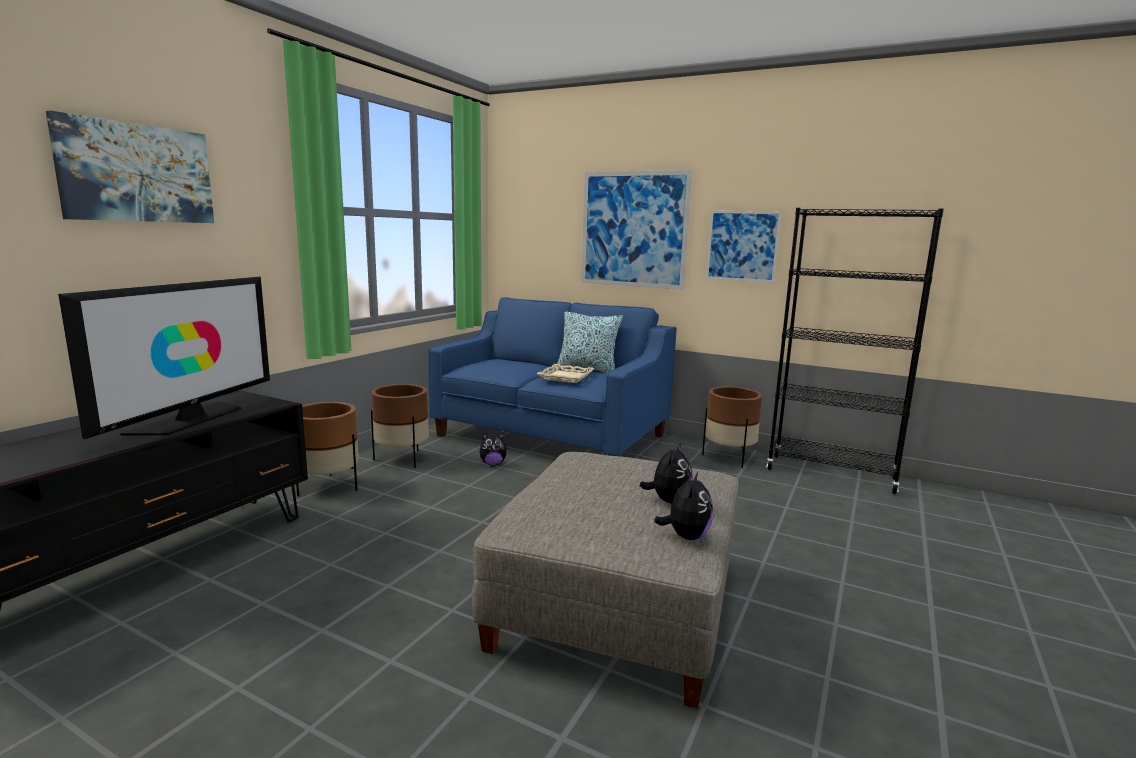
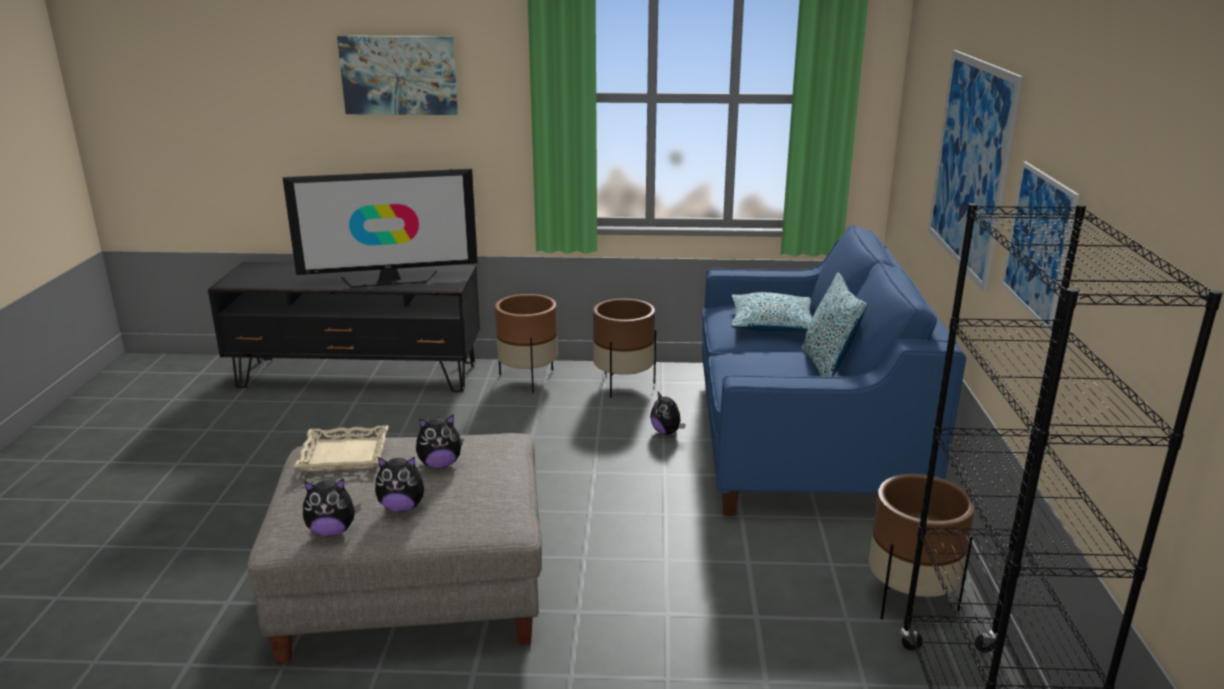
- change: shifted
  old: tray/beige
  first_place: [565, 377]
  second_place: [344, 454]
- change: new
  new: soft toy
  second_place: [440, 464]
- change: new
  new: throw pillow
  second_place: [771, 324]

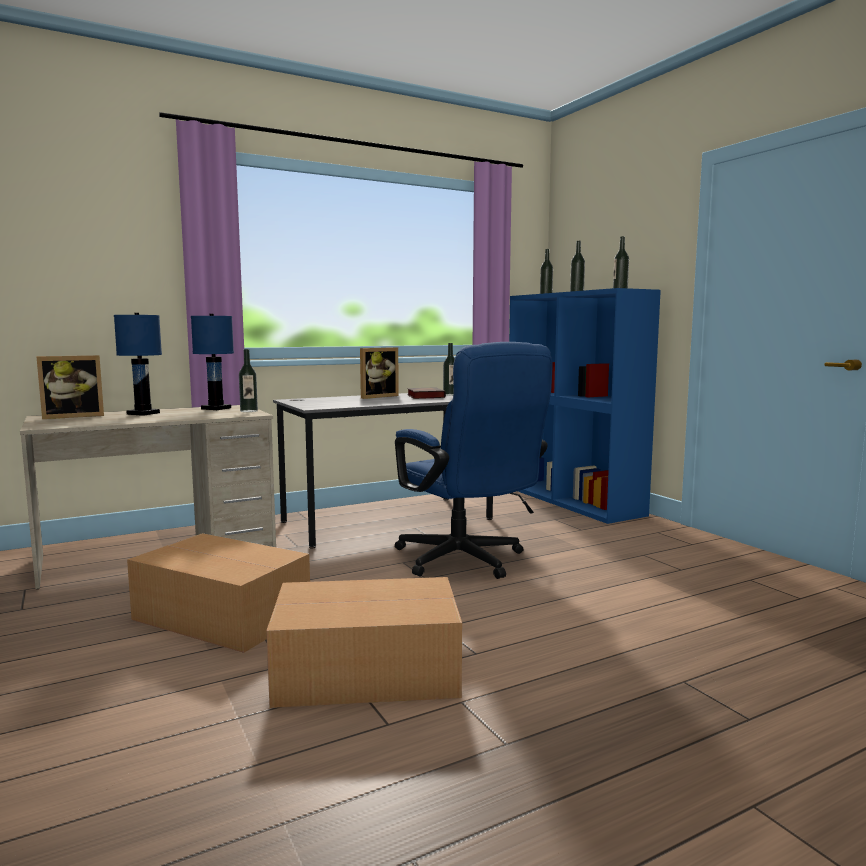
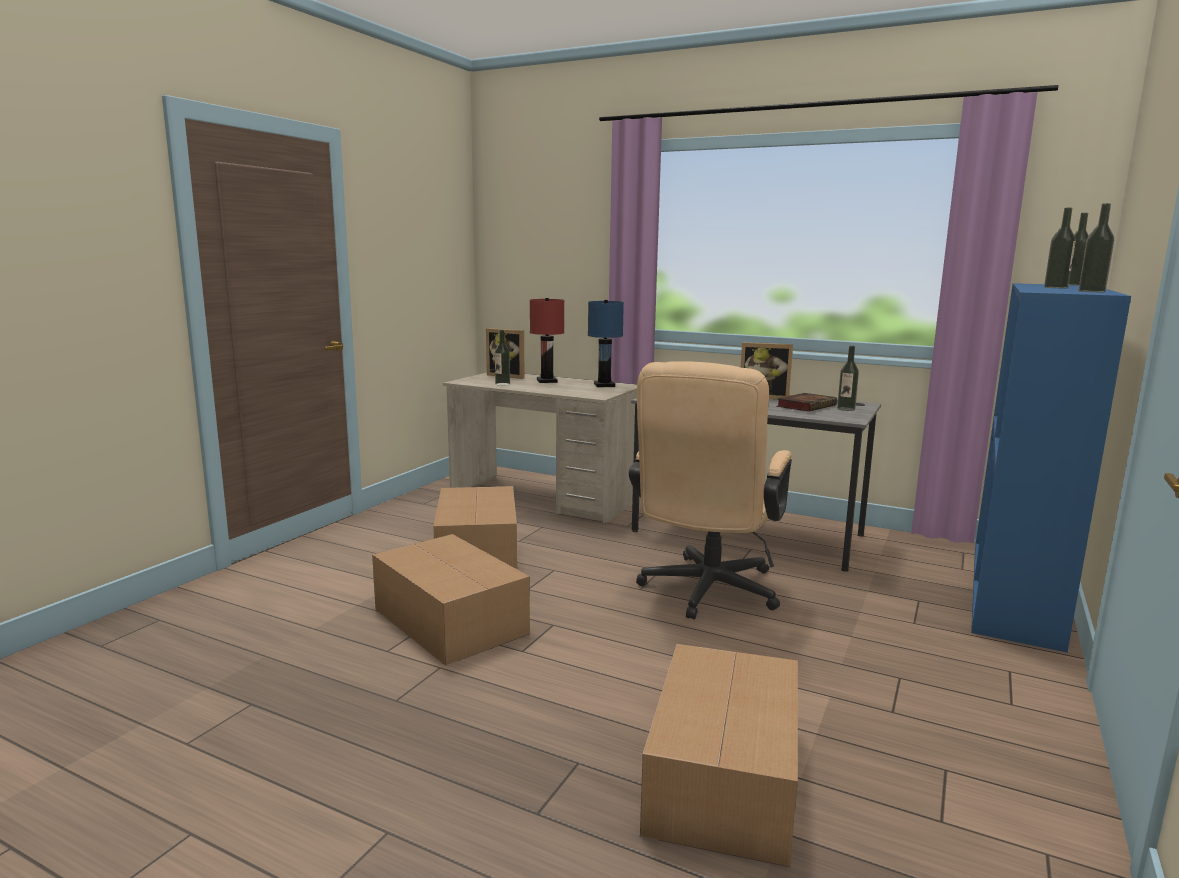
- change: repainted
  old: tabletop lamp/blue
  new: tabletop lamp/reddish
  first_place: [144, 413]
  second_place: [547, 381]
- change: shifted
  old: bottle
  first_place: [249, 411]
  second_place: [502, 384]
- change: repainted
  old: desk chair/blue
  new: desk chair/beige
  first_place: [466, 562]
  second_place: [705, 594]
- change: new
  new: carton
  second_place: [725, 776]

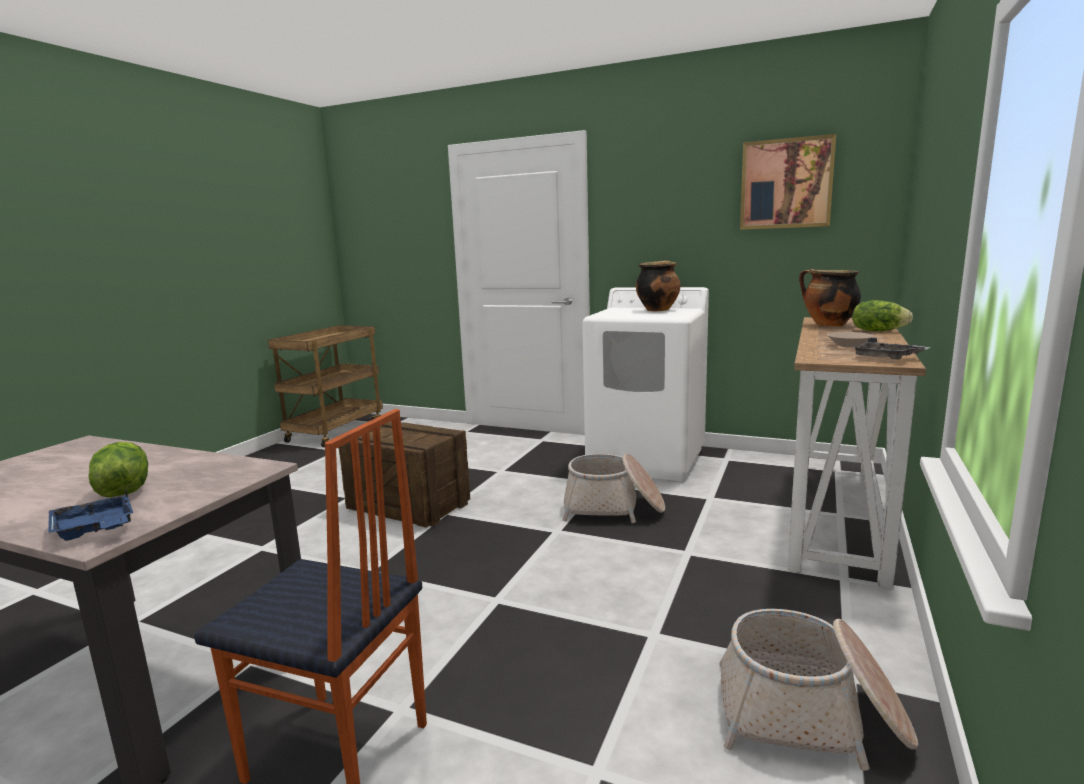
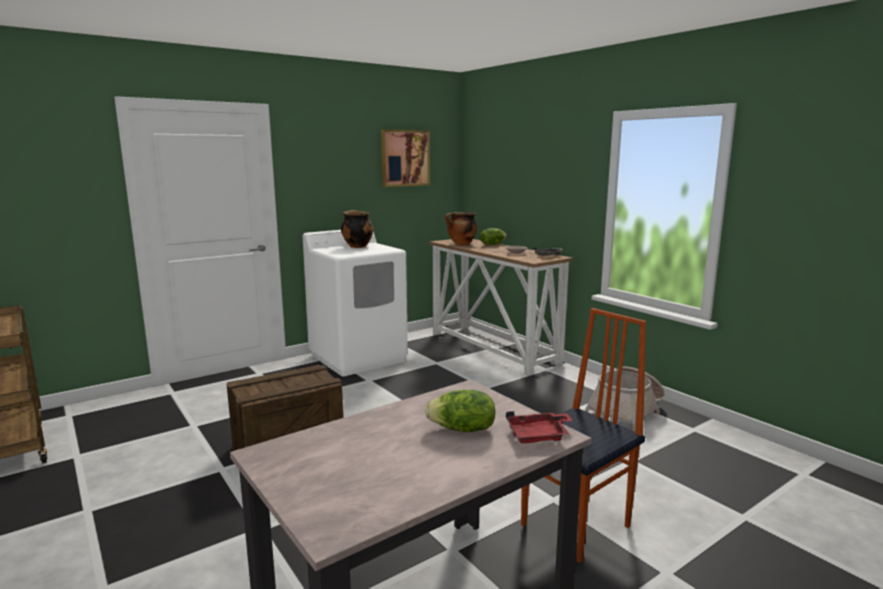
- change: repainted
  old: tray/blue
  new: tray/reddish
  first_place: [95, 529]
  second_place: [538, 436]
- change: gone
  old: basket
  first_place: [613, 508]

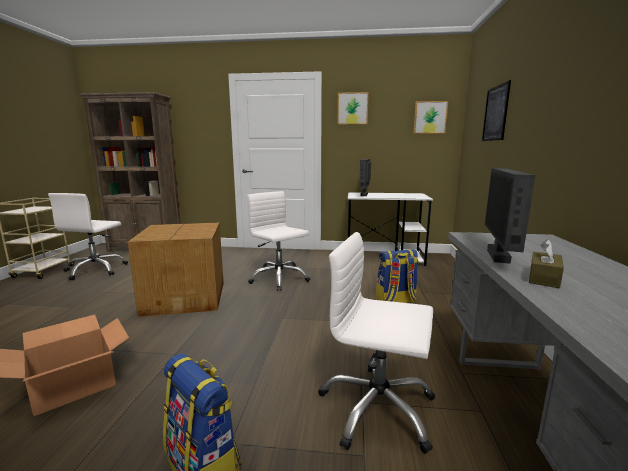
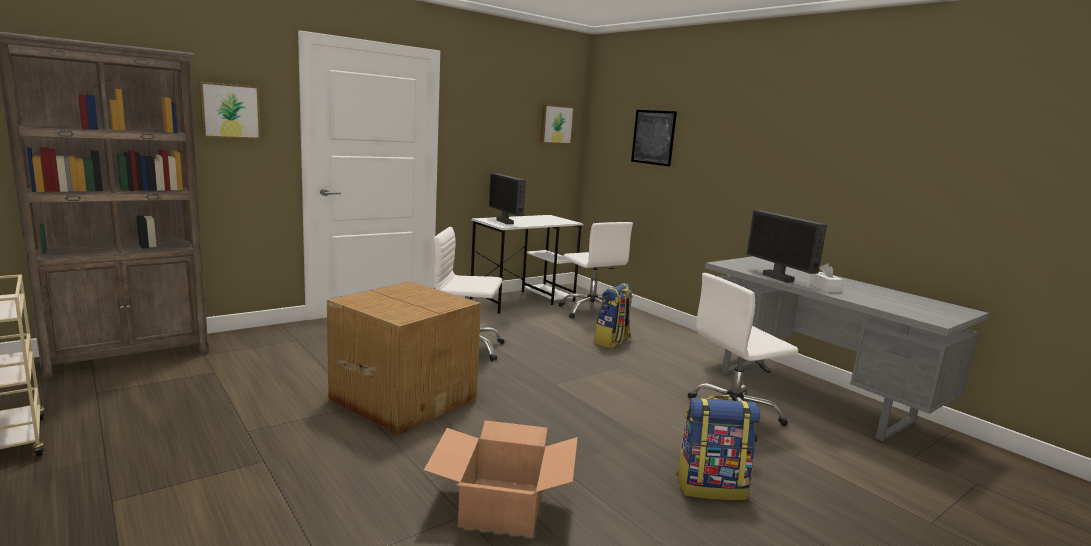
- change: shifted
  old: desk chair/whitish
  first_place: [96, 270]
  second_place: [591, 311]
- change: shifted
  old: picture
  first_place: [352, 108]
  second_place: [230, 111]
- change: repainted
  old: tissue holder/brown-coloured
  new: tissue holder/whitish
  first_place: [544, 278]
  second_place: [824, 288]

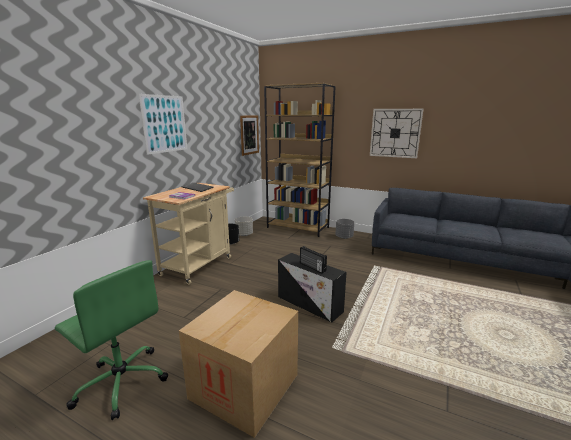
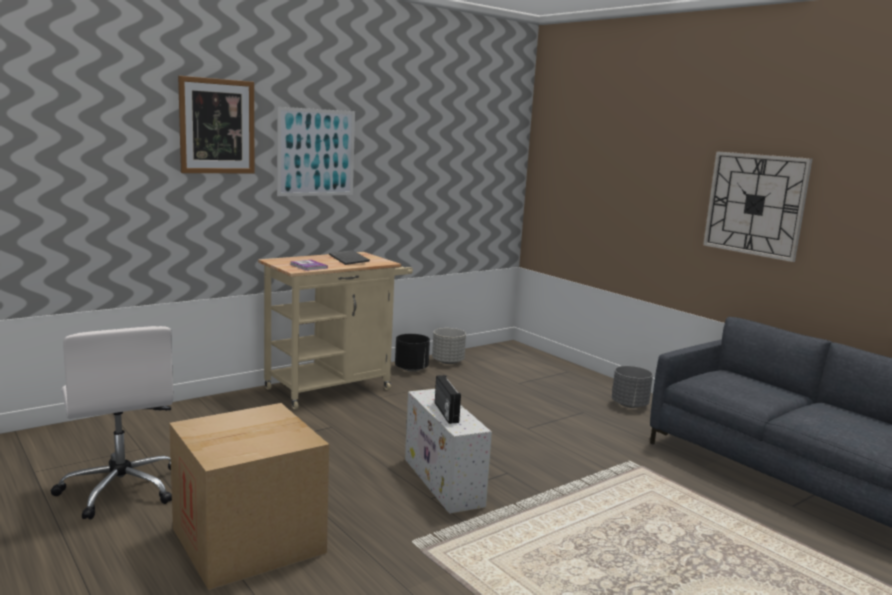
- change: repainted
  old: desk chair/green-coloured
  new: desk chair/whitish
  first_place: [121, 381]
  second_place: [121, 488]
- change: shifted
  old: picture
  first_place: [249, 135]
  second_place: [217, 126]
- change: gone
  old: shelving unit/brown-coloured
  first_place: [298, 227]
- change: repainted
  old: storage bin/black-coloured
  new: storage bin/whitish
  first_place: [310, 304]
  second_place: [443, 482]

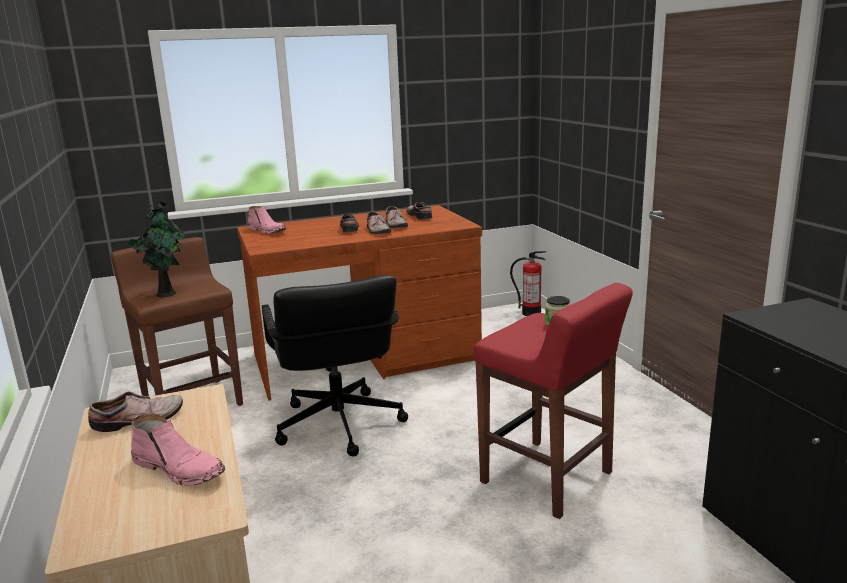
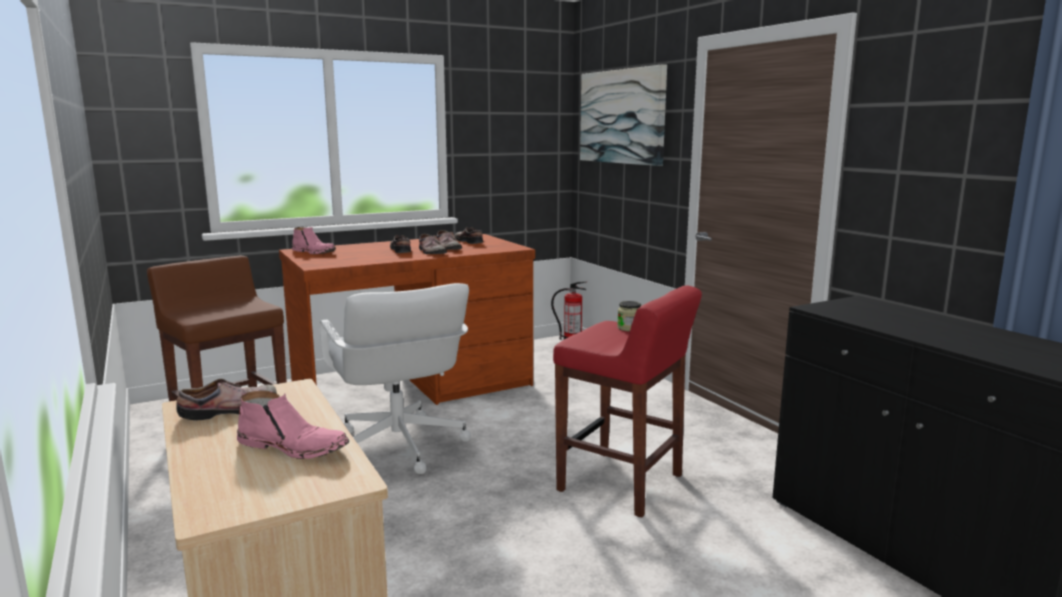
- change: gone
  old: houseplant
  first_place: [166, 293]
- change: repainted
  old: desk chair/black-coloured
  new: desk chair/whitish
  first_place: [338, 425]
  second_place: [398, 447]
- change: new
  new: picture
  second_place: [621, 116]

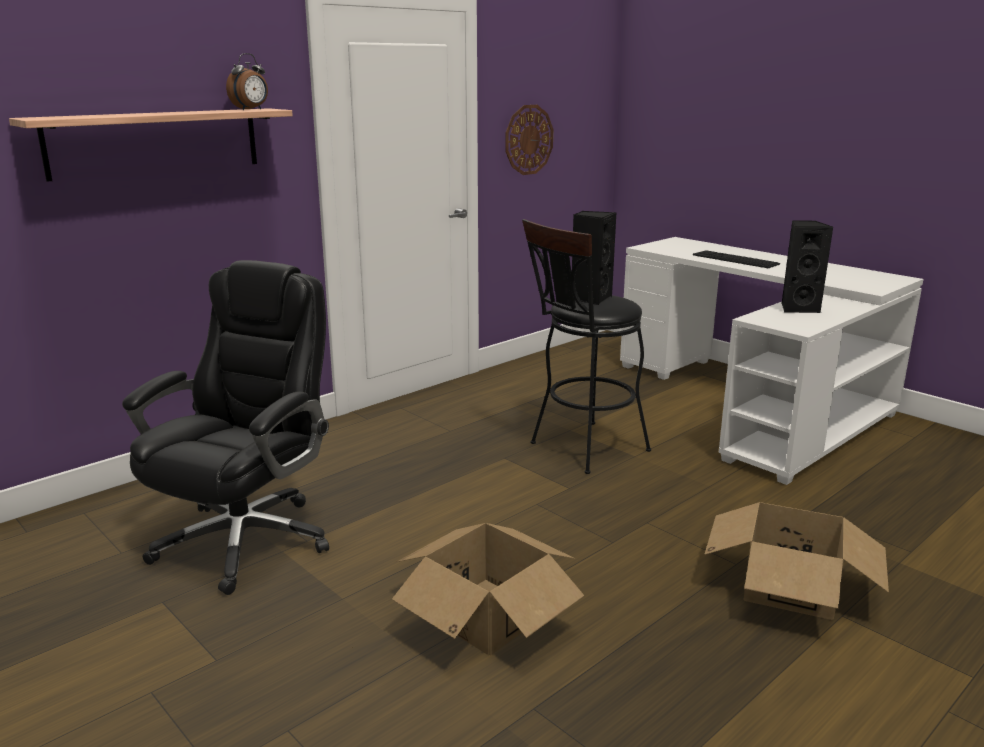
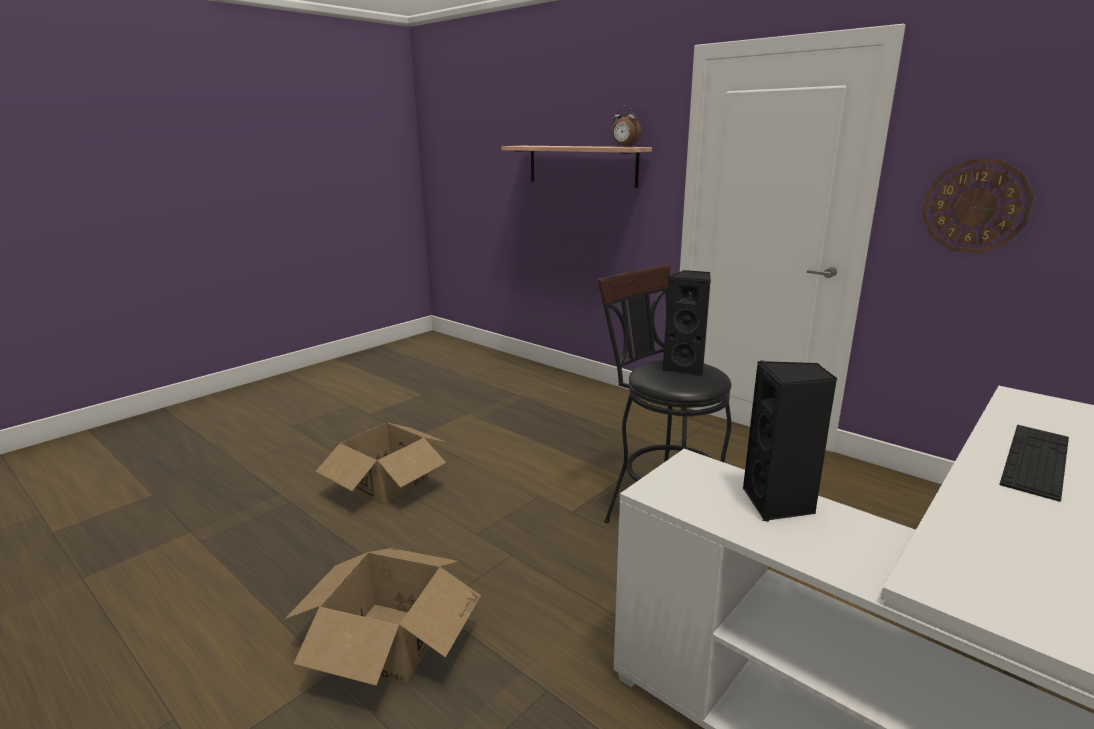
- change: gone
  old: desk chair/black-coloured
  first_place: [247, 539]

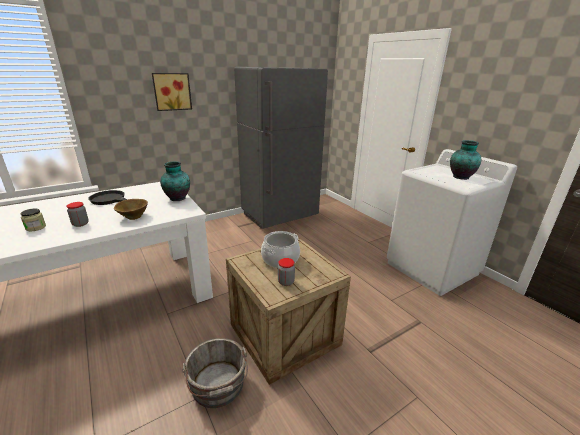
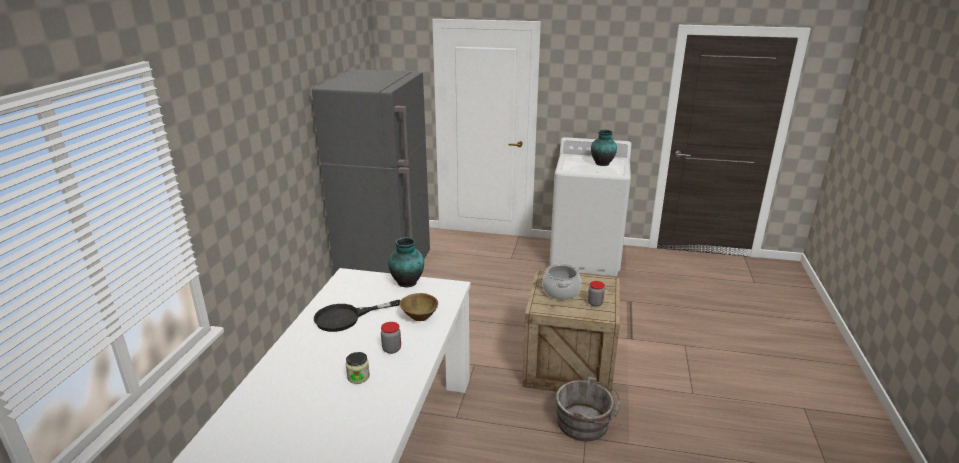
- change: gone
  old: picture
  first_place: [172, 91]

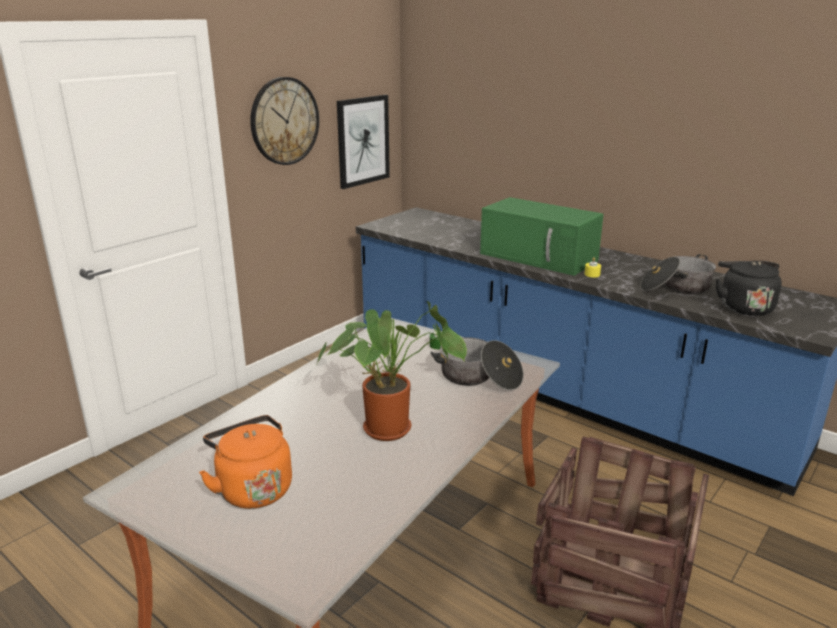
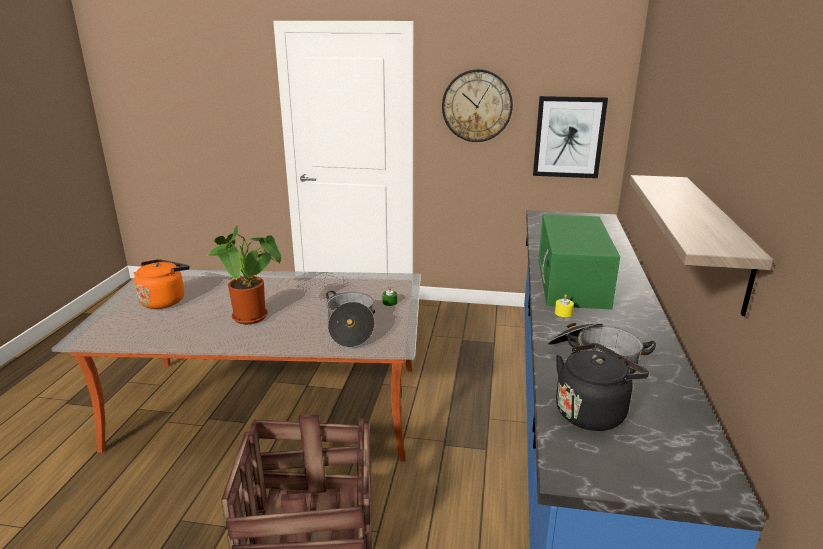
- change: new
  new: wall shelf
  second_place: [715, 239]

